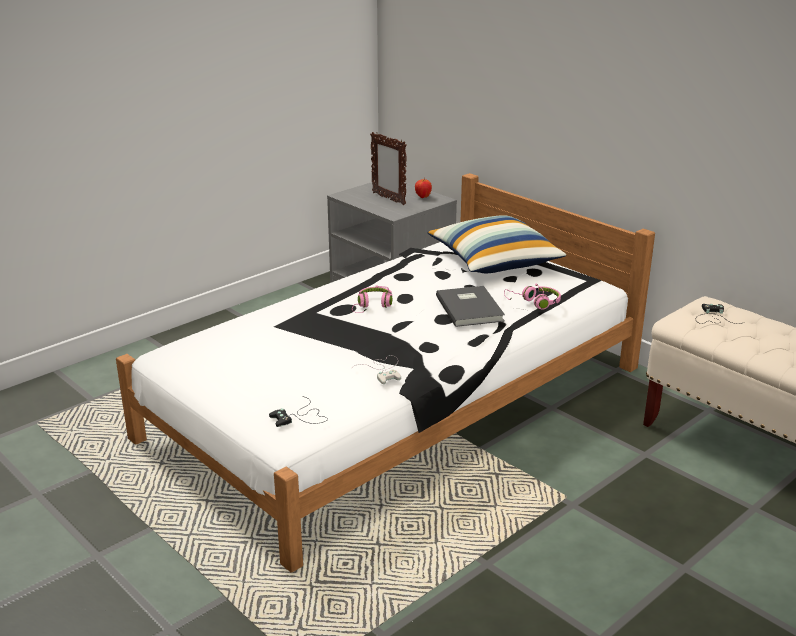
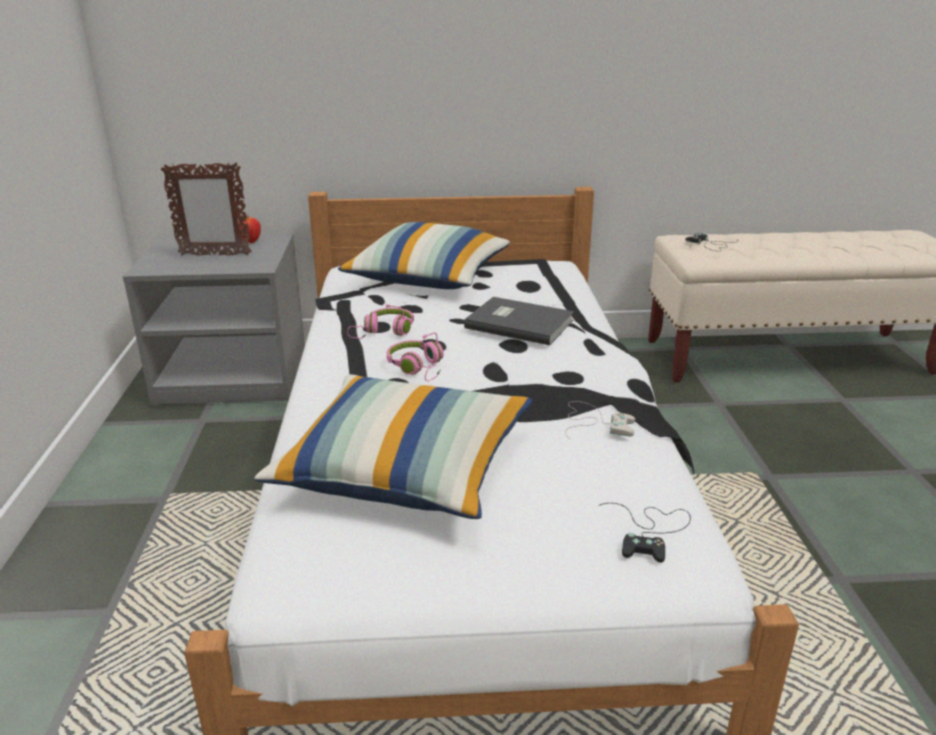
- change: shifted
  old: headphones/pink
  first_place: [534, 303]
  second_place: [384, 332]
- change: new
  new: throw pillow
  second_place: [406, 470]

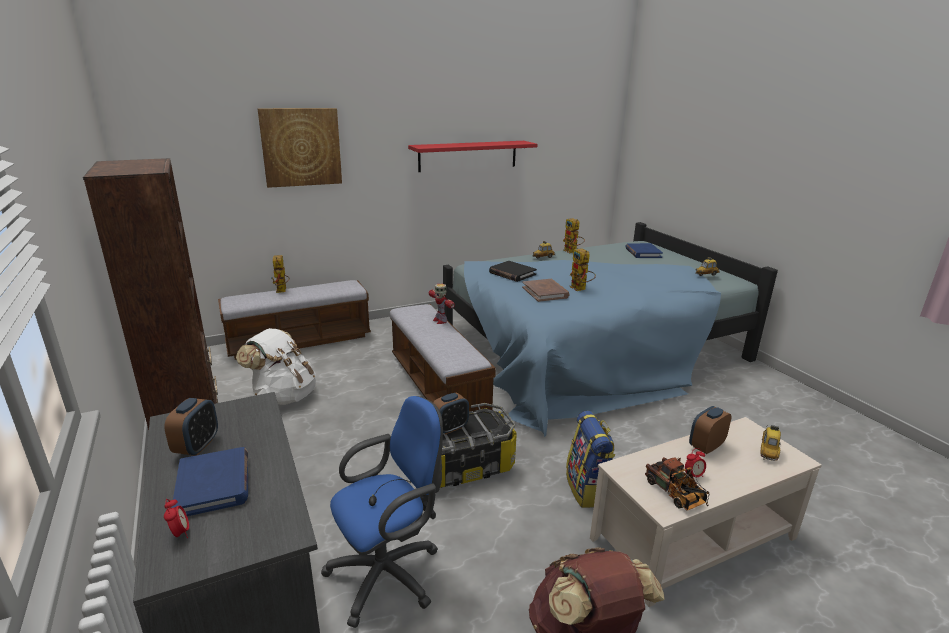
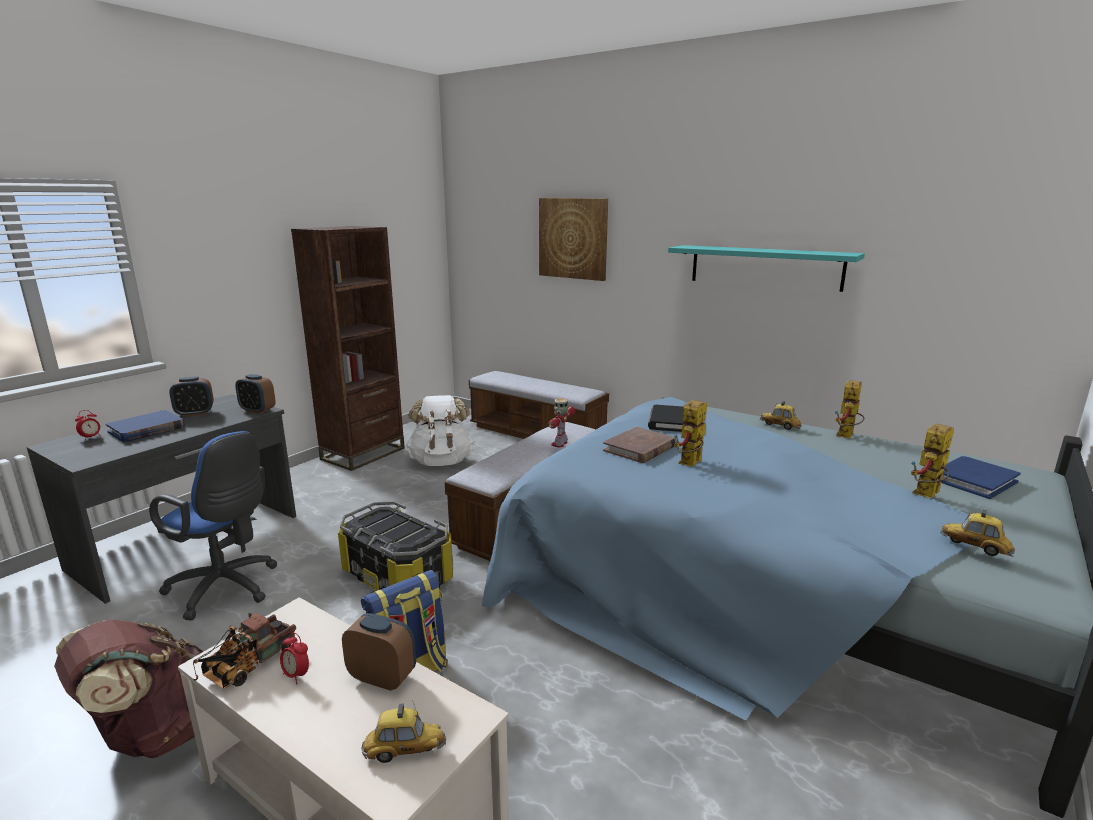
- change: shifted
  old: toy robot
  first_place: [282, 291]
  second_place: [927, 495]
- change: repainted
  old: wall shelf/reddish
  new: wall shelf/blue-green
  first_place: [468, 156]
  second_place: [765, 267]
- change: shifted
  old: table clock
  first_place: [450, 428]
  second_place: [257, 410]

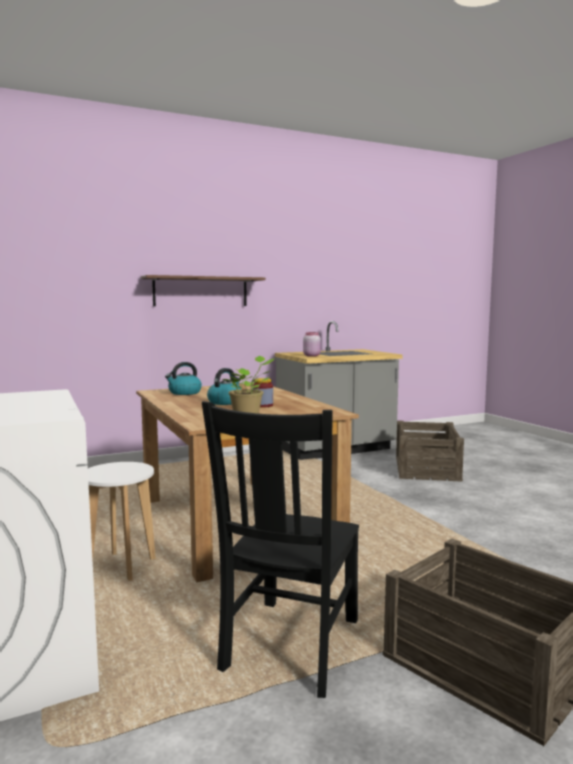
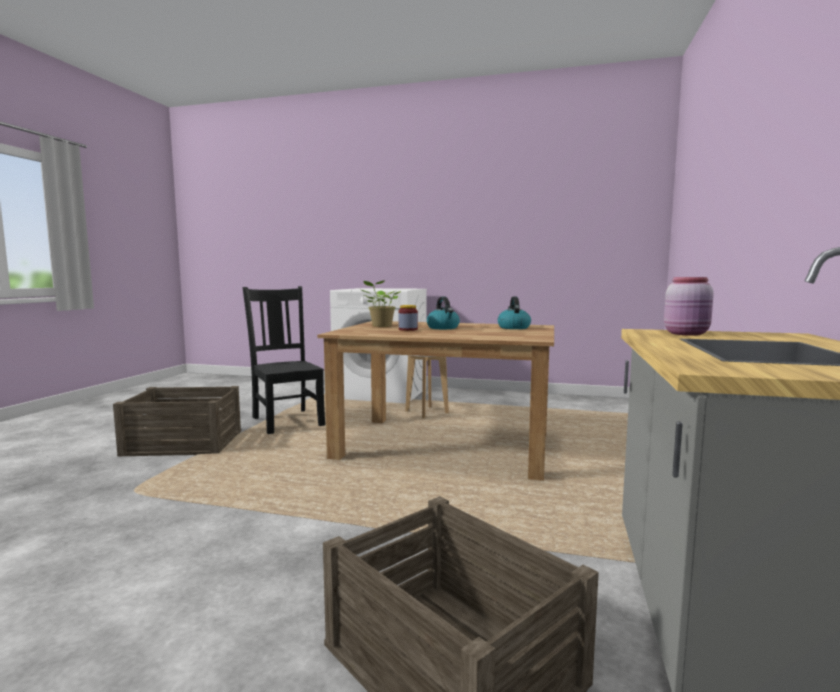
- change: gone
  old: wall shelf/brown-coloured
  first_place: [201, 291]

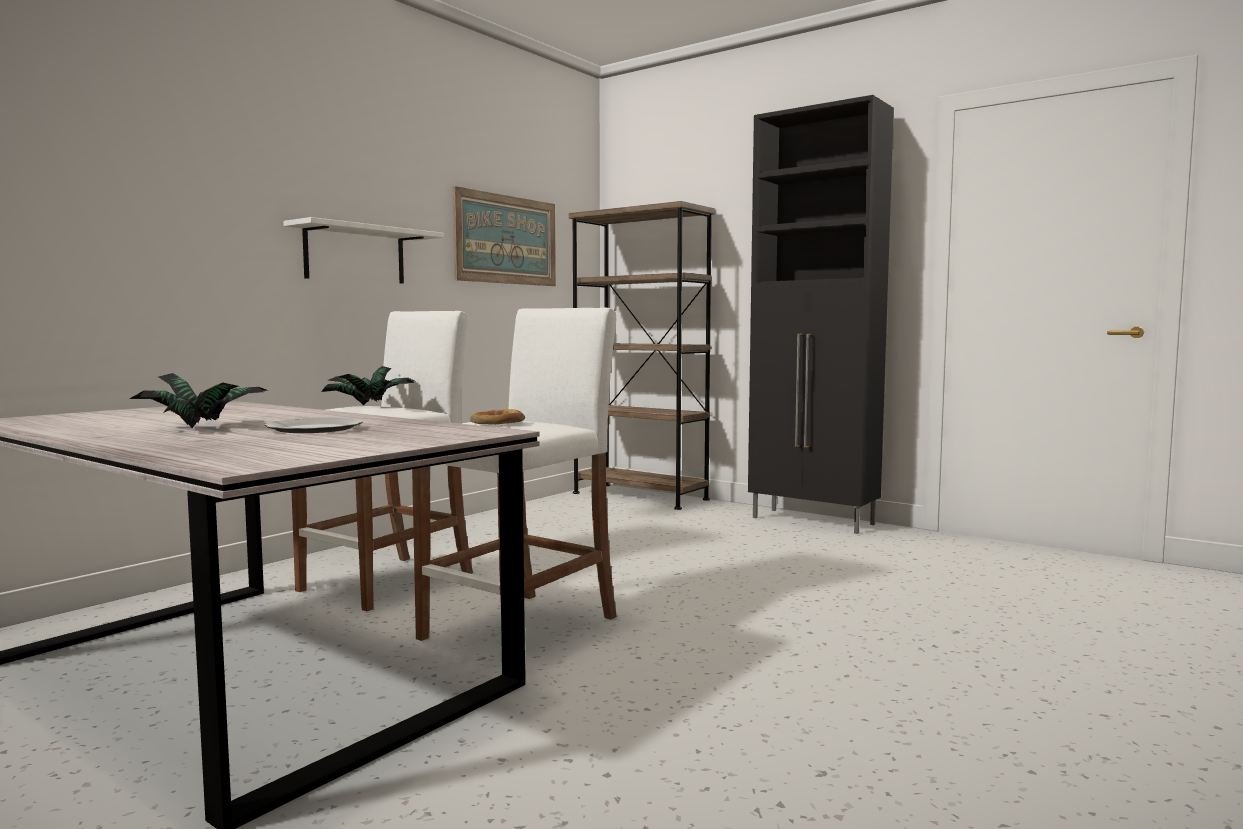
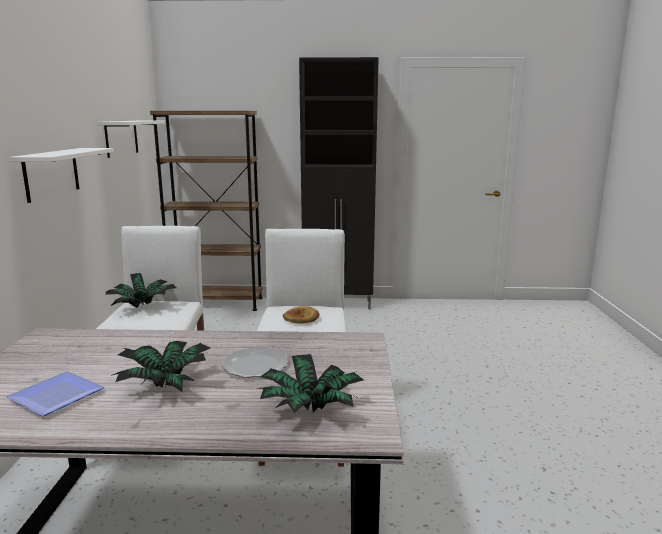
- change: swapped
  old: picture
  new: wall shelf/whitish
  first_place: [506, 240]
  second_place: [121, 138]
- change: new
  new: plate
  second_place: [60, 396]
- change: new
  new: houseplant
  second_place: [310, 409]

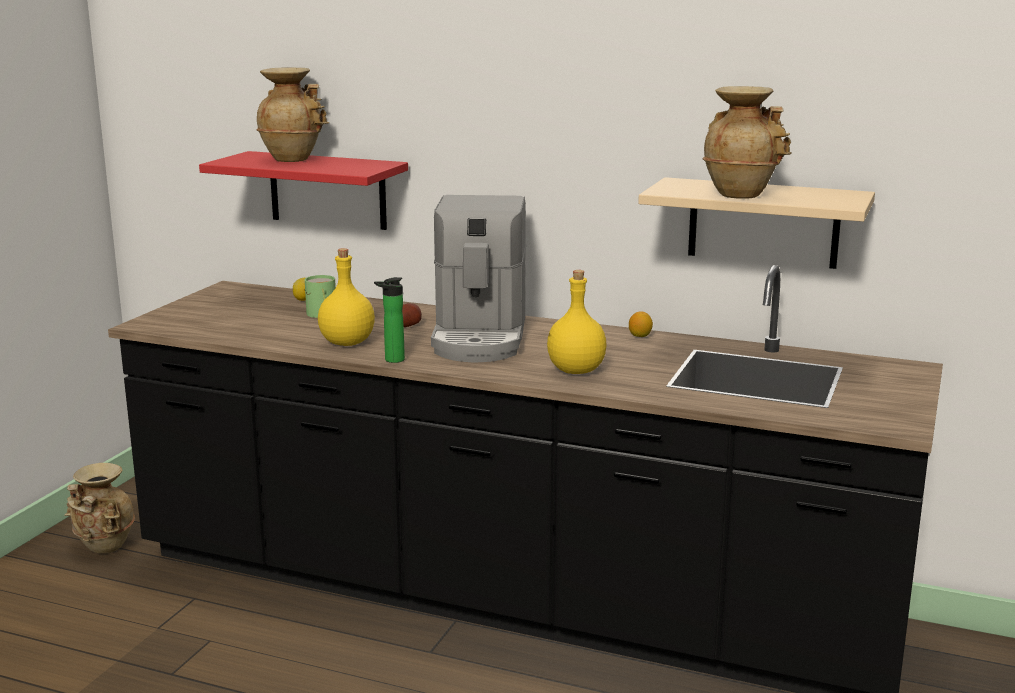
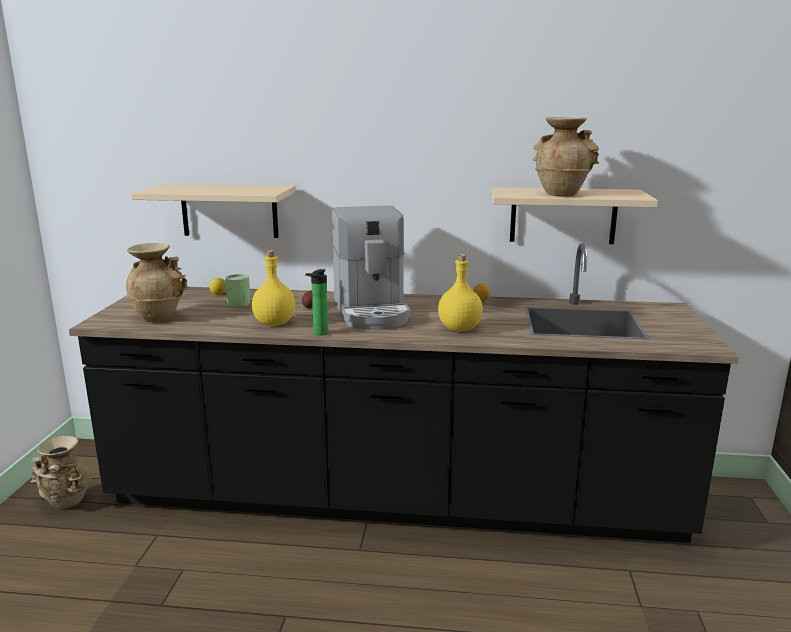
- change: repainted
  old: wall shelf/reddish
  new: wall shelf/beige
  first_place: [327, 190]
  second_place: [229, 210]
- change: shifted
  old: flower vase/beige
  first_place: [292, 158]
  second_place: [159, 317]

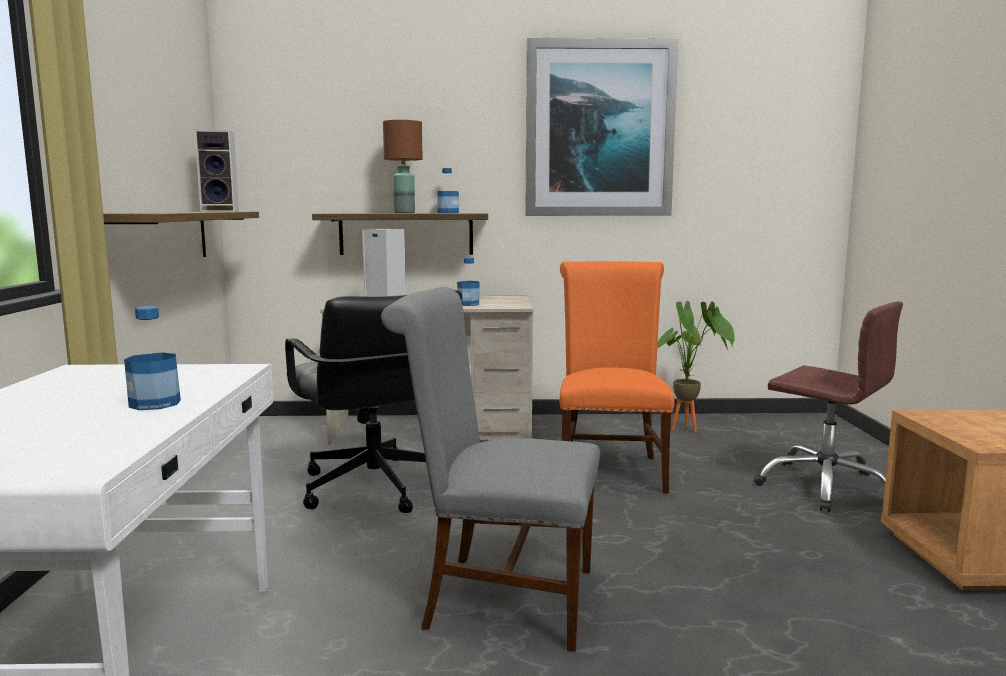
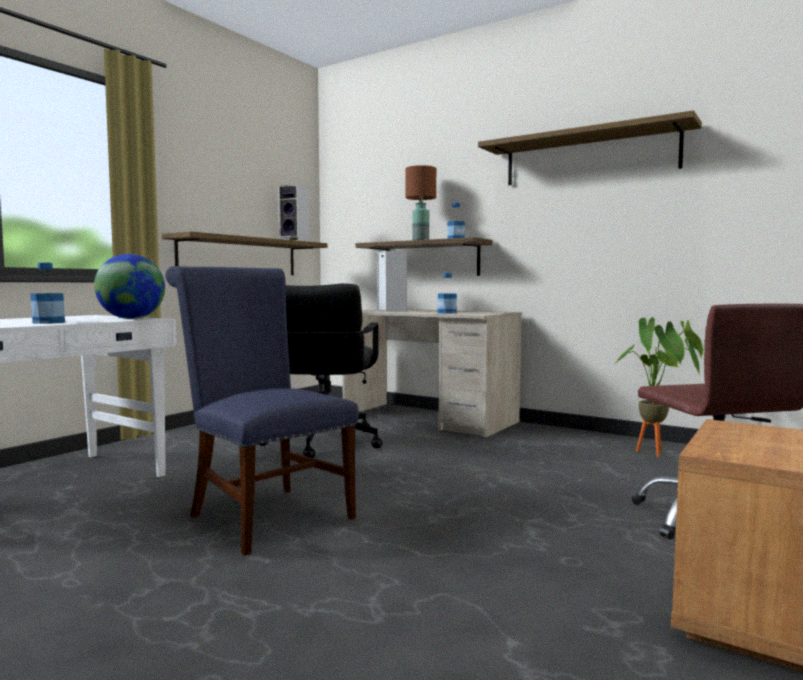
- change: repainted
  old: chair/grey
  new: chair/blue
  first_place: [498, 597]
  second_place: [265, 514]
- change: swapped
  old: picture
  new: wall shelf
  first_place: [599, 130]
  second_place: [589, 157]
- change: gone
  old: chair/orangey
  first_place: [610, 469]
- change: new
  new: globe
  second_place: [131, 318]

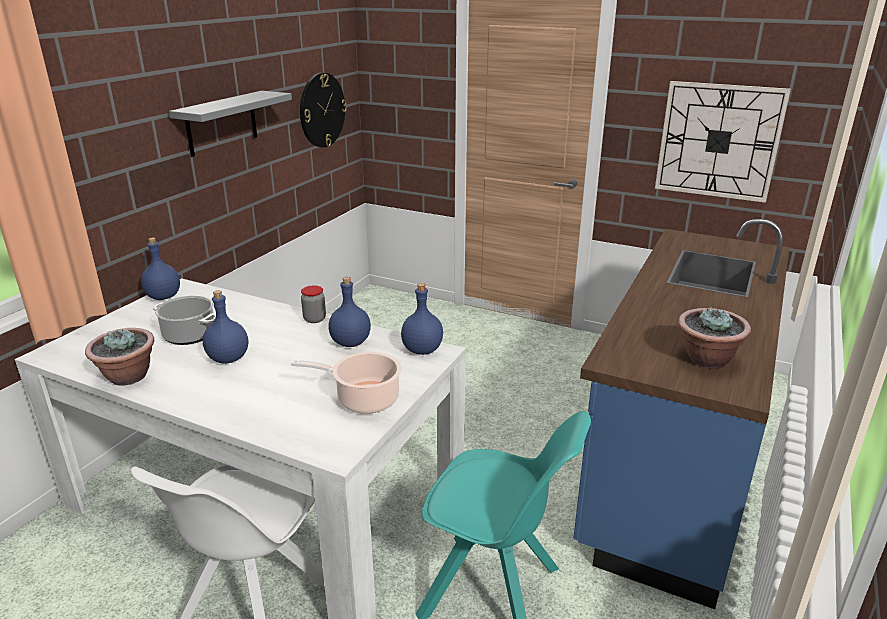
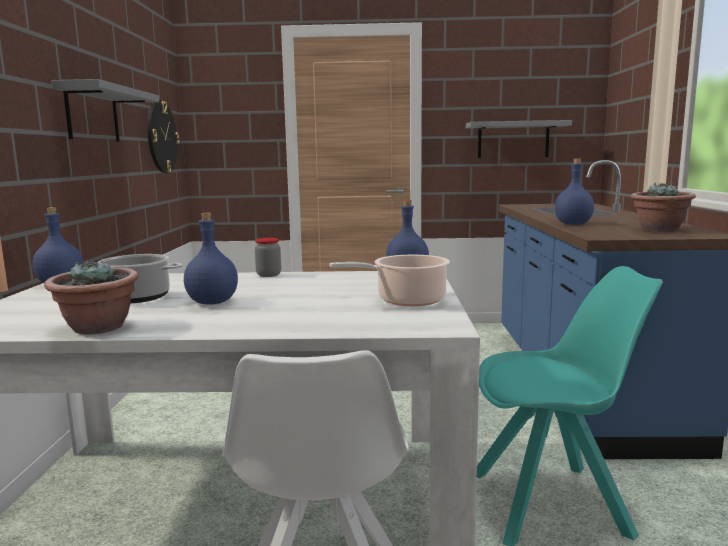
- change: shifted
  old: bottle/blue
  first_place: [351, 343]
  second_place: [573, 224]
- change: swapped
  old: clock on the wall
  new: wall shelf/grey
  first_place: [718, 141]
  second_place: [513, 140]

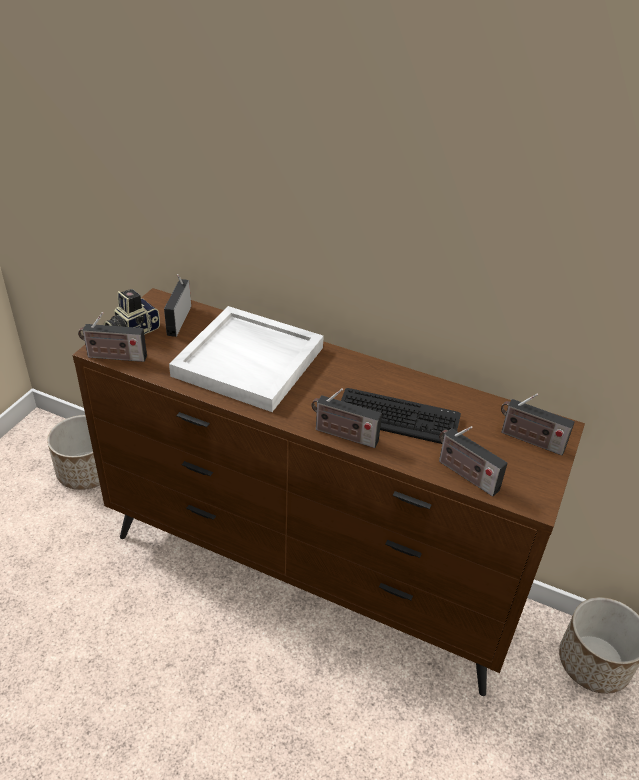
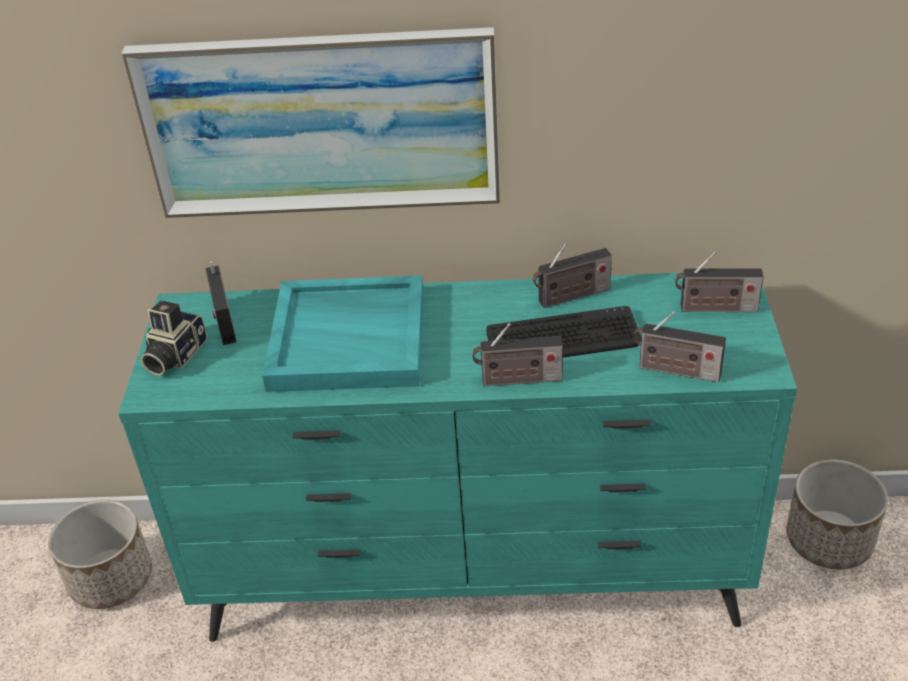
- change: repainted
  old: chest of drawers/brown-coloured
  new: chest of drawers/blue-green
  first_place: [311, 572]
  second_place: [474, 578]
- change: shifted
  old: radio set
  first_place: [114, 357]
  second_place: [571, 297]
- change: repainted
  old: tray/whitish
  new: tray/blue-green
  first_place: [250, 361]
  second_place: [350, 338]
- change: new
  new: picture
  second_place: [321, 123]

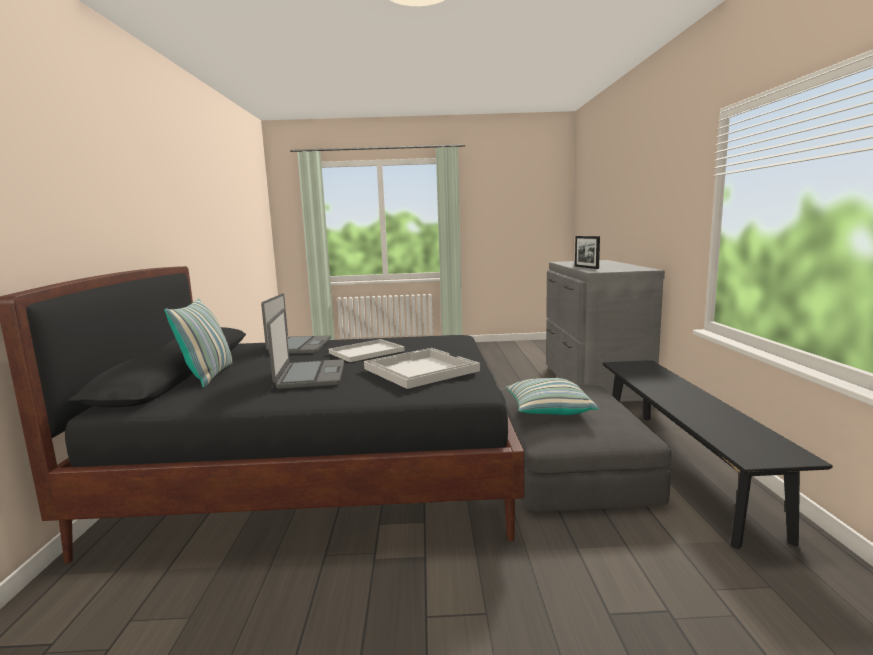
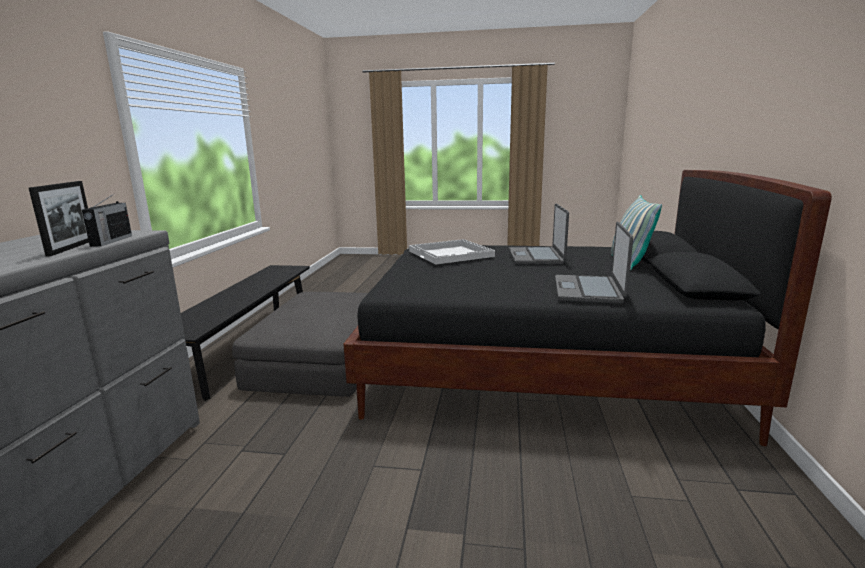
- change: gone
  old: tray/whitish
  first_place: [365, 352]
- change: gone
  old: throw pillow
  first_place: [548, 410]
- change: new
  new: radio set
  second_place: [111, 241]

